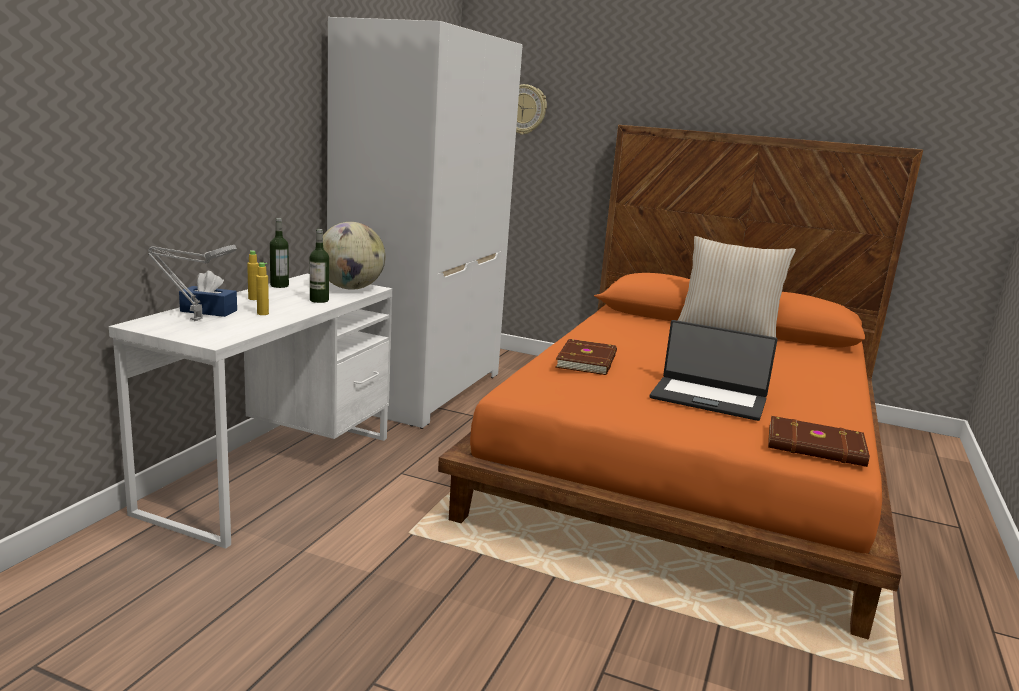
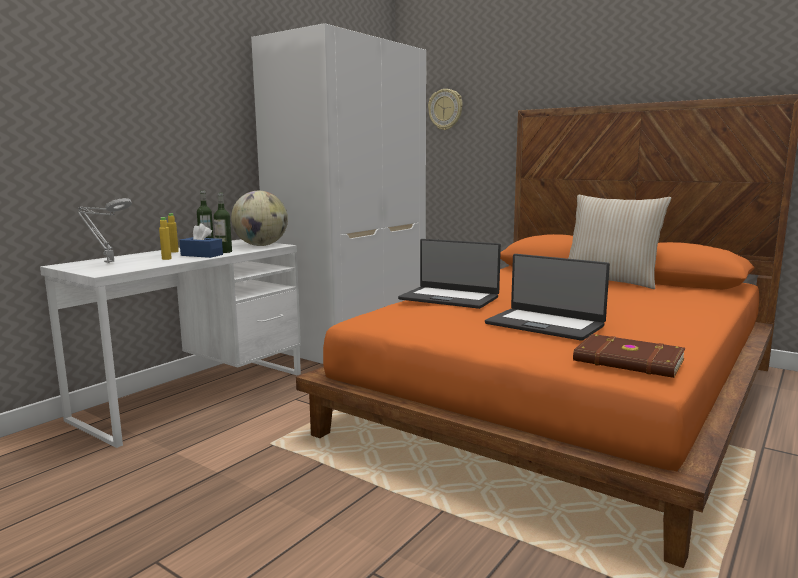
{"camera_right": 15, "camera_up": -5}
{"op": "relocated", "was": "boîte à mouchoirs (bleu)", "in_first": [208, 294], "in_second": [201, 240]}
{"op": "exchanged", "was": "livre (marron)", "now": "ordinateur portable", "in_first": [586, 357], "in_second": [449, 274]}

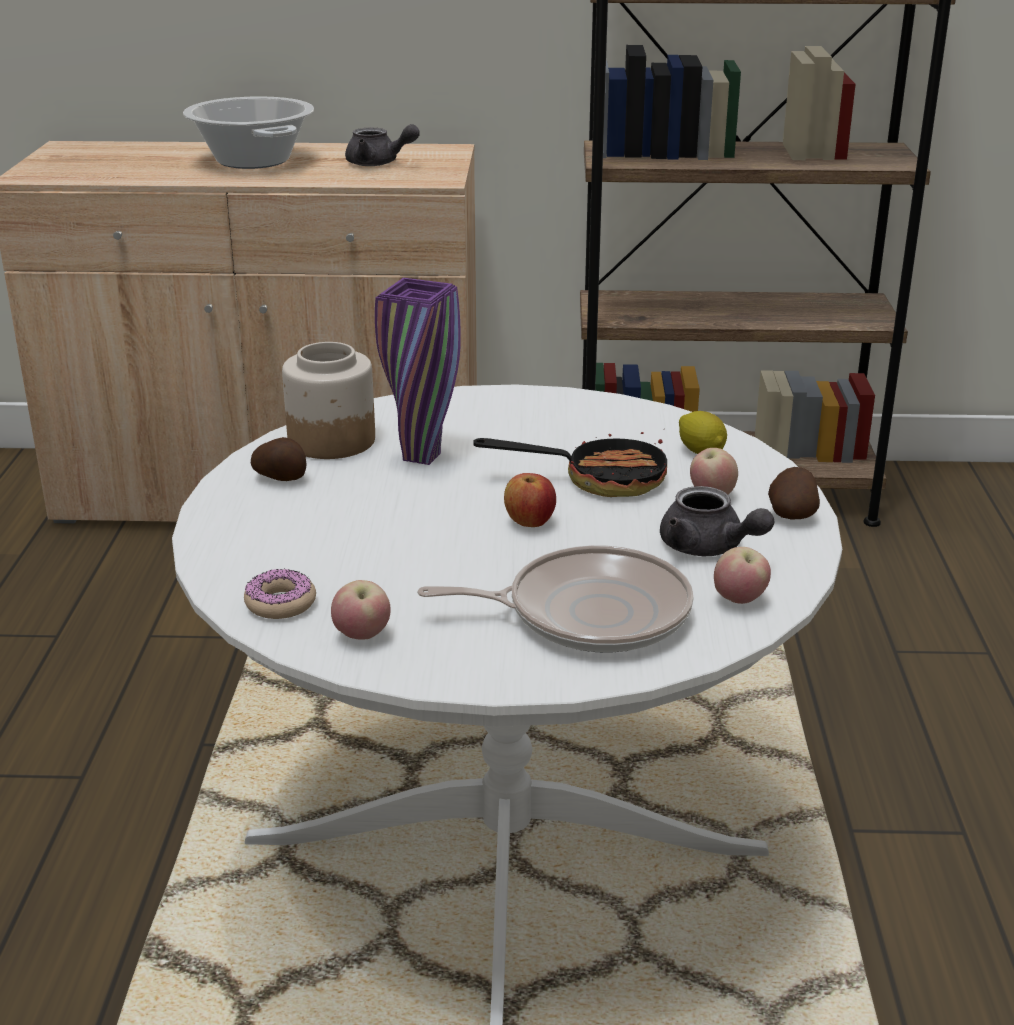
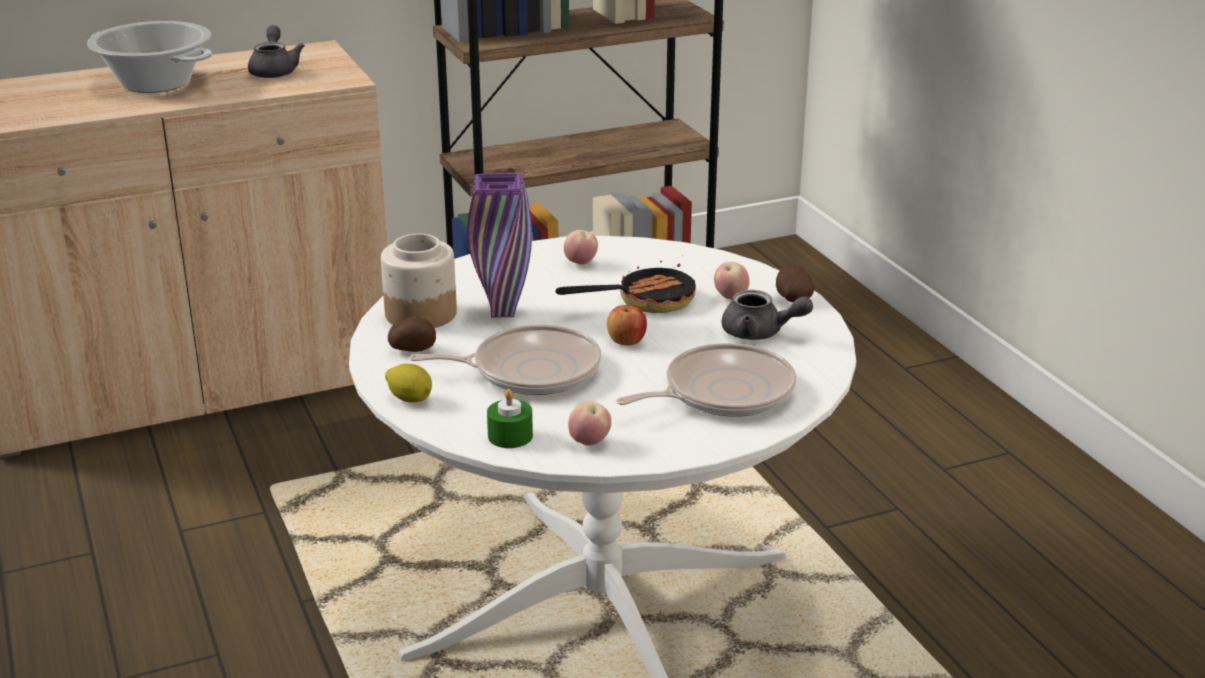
{"camera_right": -25, "camera_up": 0}
{"op": "exchanged", "was": "beignet", "now": "bougie (vert)", "in_first": [280, 594], "in_second": [510, 418]}
{"op": "spun", "was": "théière (gris)", "in_first": [382, 145], "in_second": [276, 51], "clockwise": -90}
{"op": "relocated", "was": "citron", "in_first": [703, 432], "in_second": [408, 383]}
{"op": "relocated", "was": "pomme", "in_first": [742, 575], "in_second": [581, 247]}
{"op": "appeared", "now": "poêle", "in_second": [505, 360]}

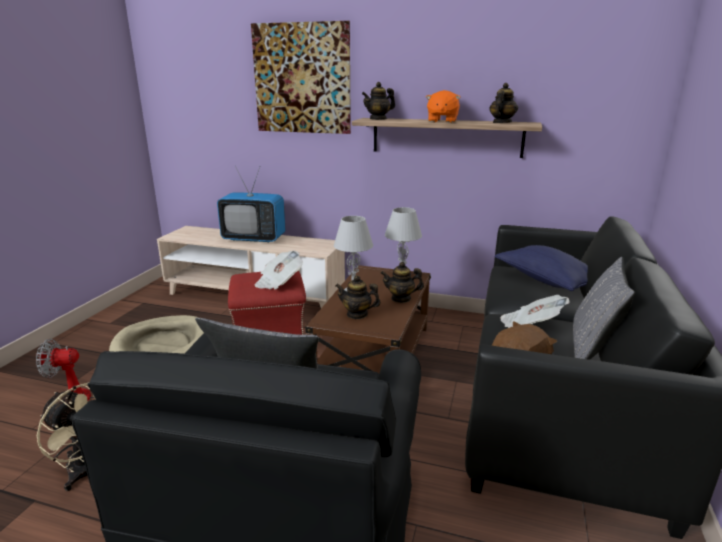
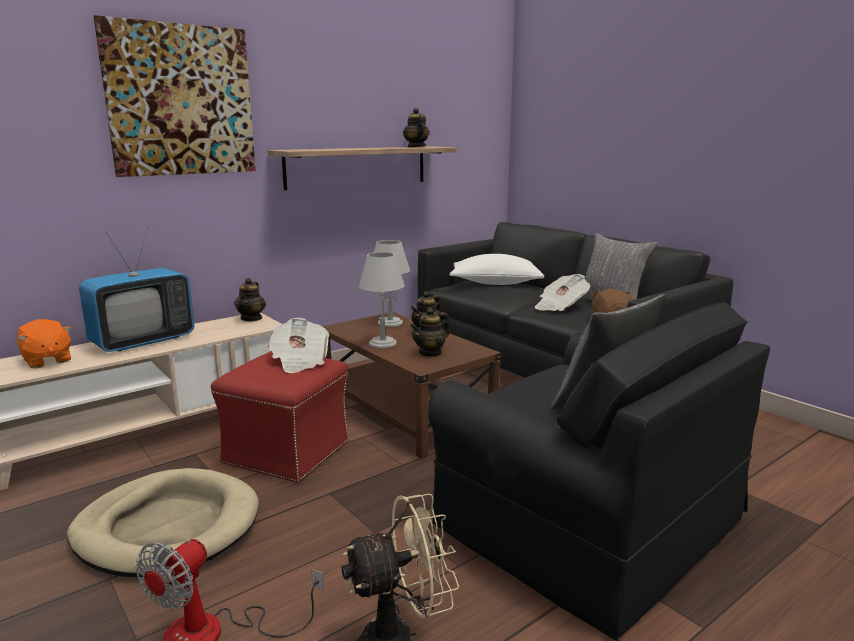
{"camera_right": -55, "camera_up": -5}
{"op": "relocated", "was": "théière", "in_first": [378, 101], "in_second": [250, 299]}
{"op": "relocated", "was": "peluche (orange)", "in_first": [443, 106], "in_second": [44, 343]}
{"op": "colour", "was": "coussin (bleu)", "now": "coussin (blanc)", "in_first": [541, 268], "in_second": [497, 269]}

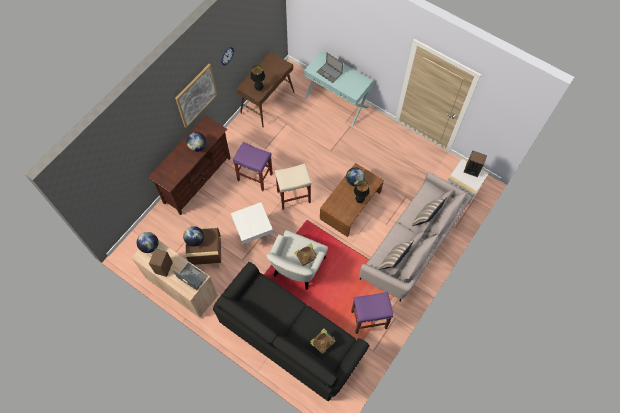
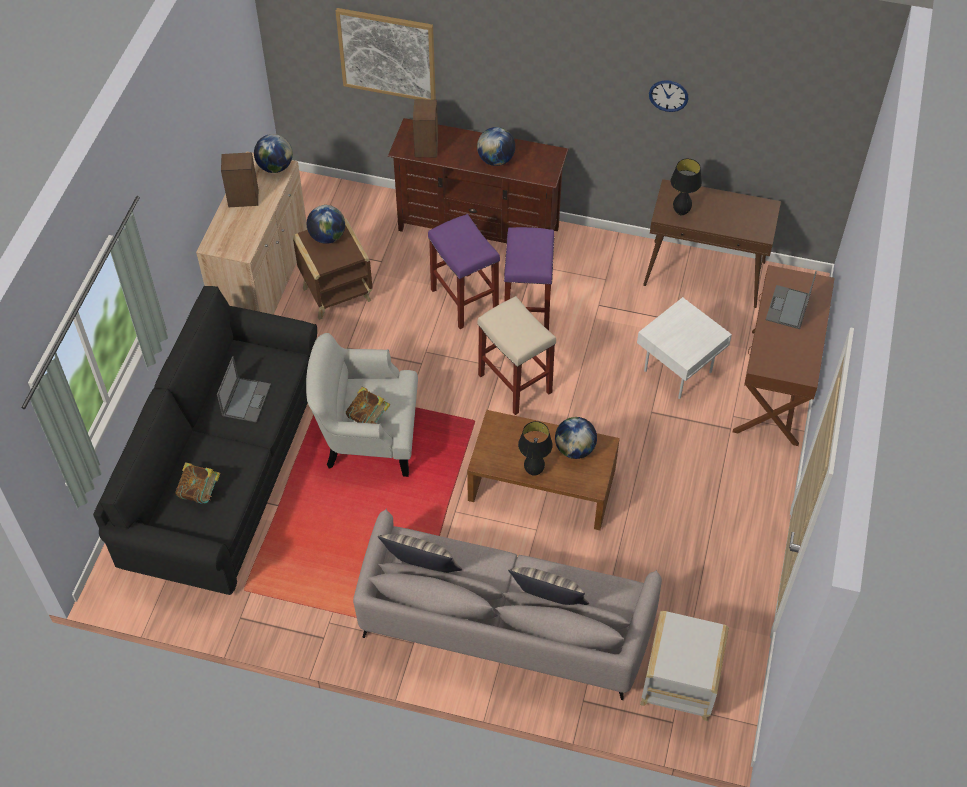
{"camera_right": 70, "camera_up": -10}
{"op": "relocated", "was": "ordinateur portable", "in_first": [191, 276], "in_second": [244, 389]}
{"op": "relocated", "was": "tableau", "in_first": [196, 96], "in_second": [386, 54]}
{"op": "relocated", "was": "table d'appoint (blanc)", "in_first": [252, 225], "in_second": [684, 348]}
{"op": "colour", "was": "table console (turquoise)", "now": "table console (marron)", "in_first": [338, 88], "in_second": [784, 355]}
{"op": "relocated", "was": "tabouret (violet)", "in_first": [372, 313], "in_second": [464, 271]}
{"op": "relocated", "was": "enceinte", "in_first": [475, 164], "in_second": [425, 128]}

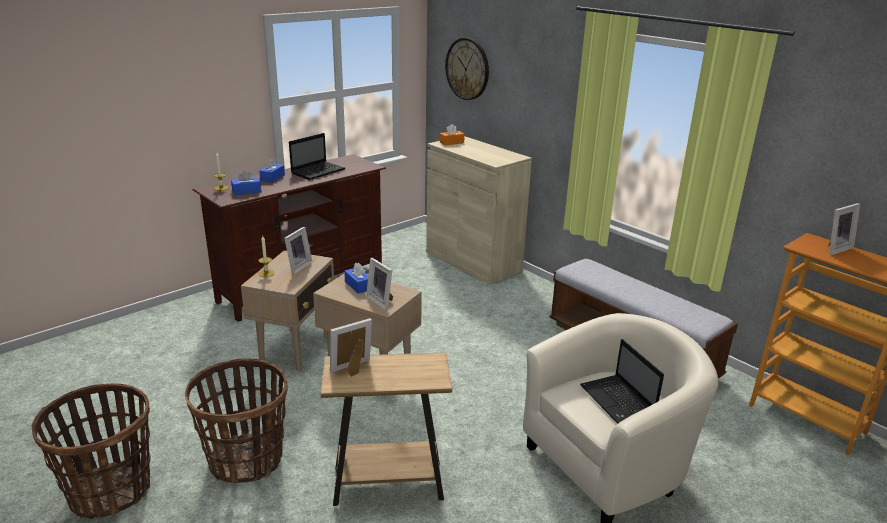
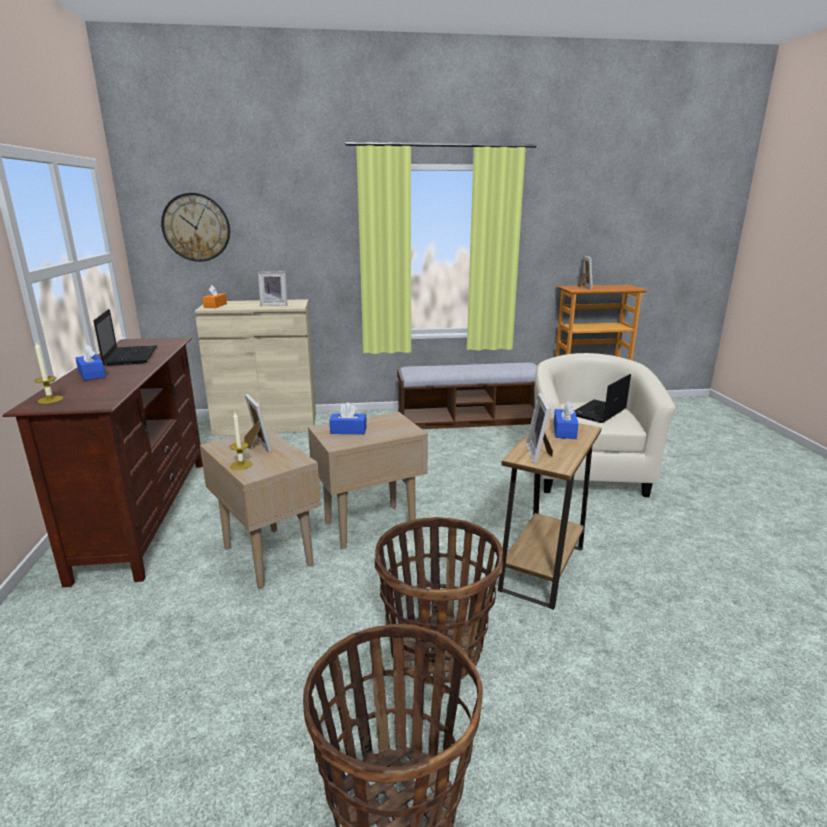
{"camera_right": -55, "camera_up": -5}
{"op": "relocated", "was": "boîte à mouchoirs (bleu)", "in_first": [246, 182], "in_second": [566, 420]}
{"op": "relocated", "was": "cadre photo", "in_first": [379, 284], "in_second": [272, 289]}
{"op": "spun", "was": "ordinateur portable", "in_first": [622, 381], "in_second": [603, 398], "clockwise": 120}

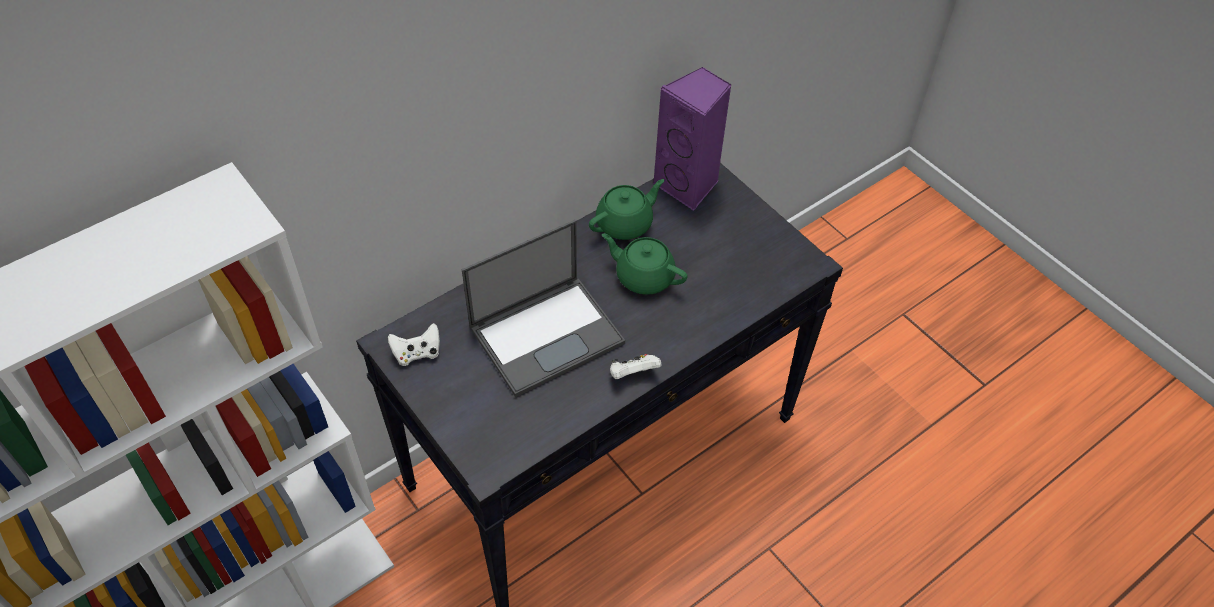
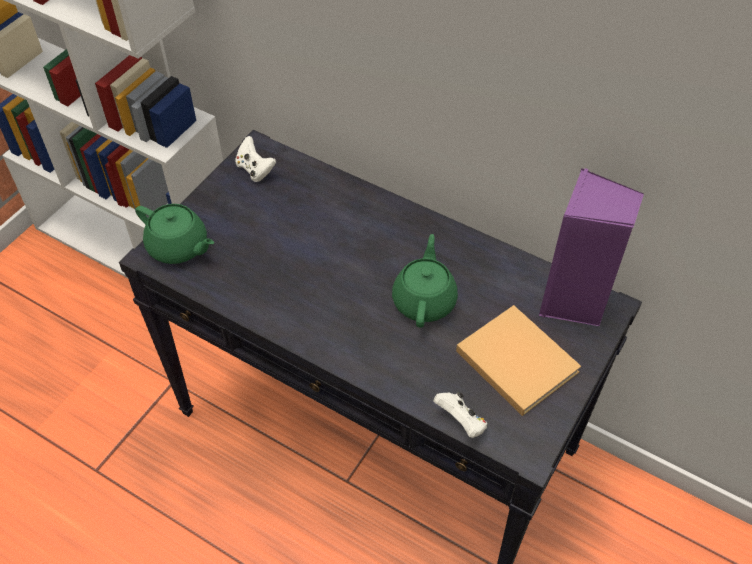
{"camera_right": 70, "camera_up": 0}
{"op": "missing", "was": "ordinateur portable", "in_first": [543, 308]}
{"op": "relocated", "was": "théière (vert)", "in_first": [627, 209], "in_second": [174, 234]}
{"op": "relocated", "was": "manette (blanc)", "in_first": [635, 366], "in_second": [460, 415]}
{"op": "appeared", "now": "livre (beige)", "in_second": [518, 360]}

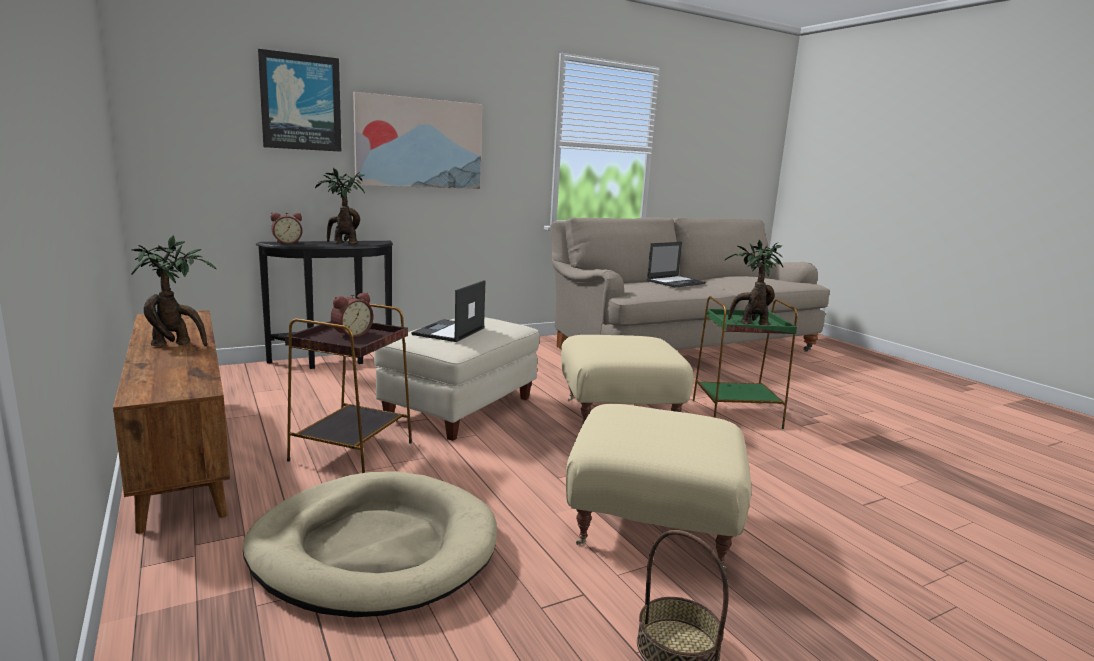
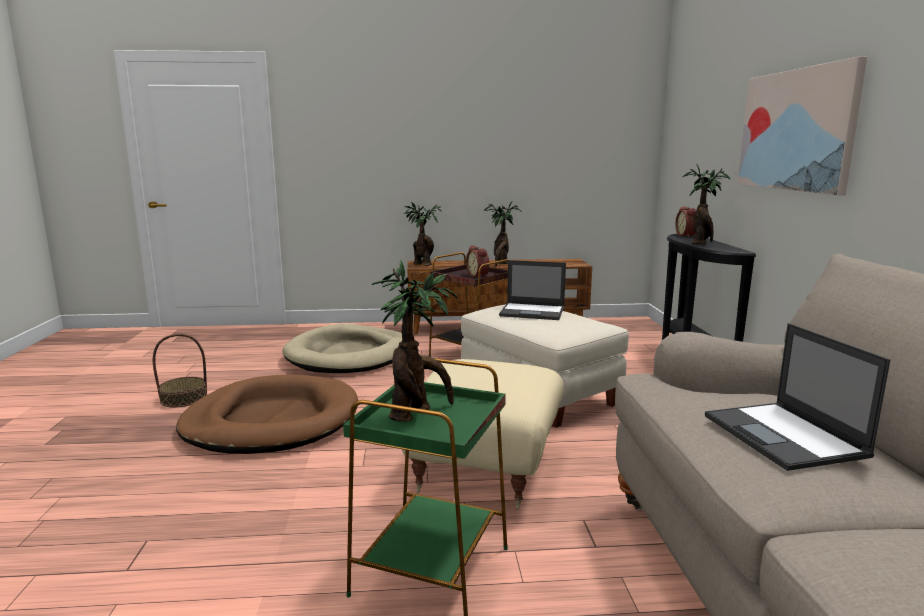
{"camera_right": 115, "camera_up": 0}
{"op": "missing", "was": "tableau", "in_first": [299, 100]}
{"op": "spun", "was": "ordinateur portable", "in_first": [448, 311], "in_second": [532, 290], "clockwise": 150}
{"op": "exchanged", "was": "pouf (beige)", "now": "panier pour chien (marron)", "in_first": [659, 487], "in_second": [267, 414]}
{"op": "appeared", "now": "plante en pot", "in_second": [422, 234]}

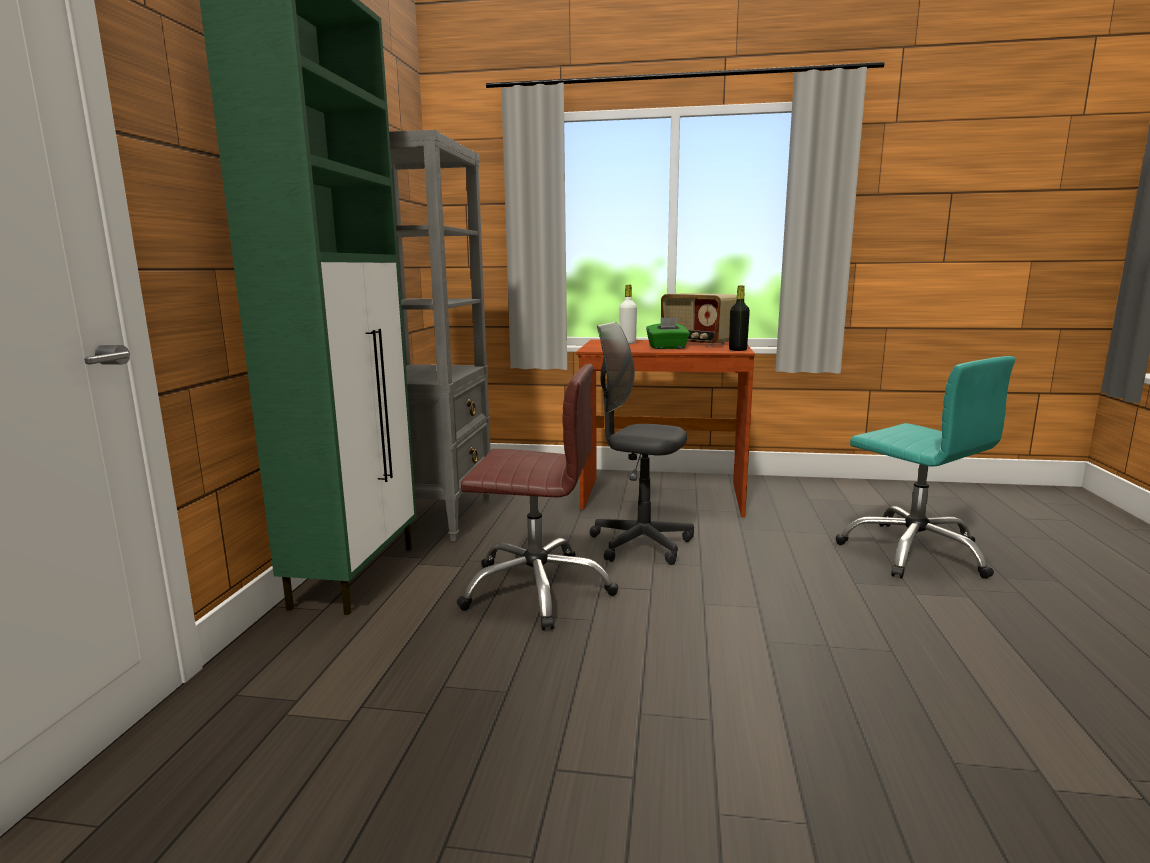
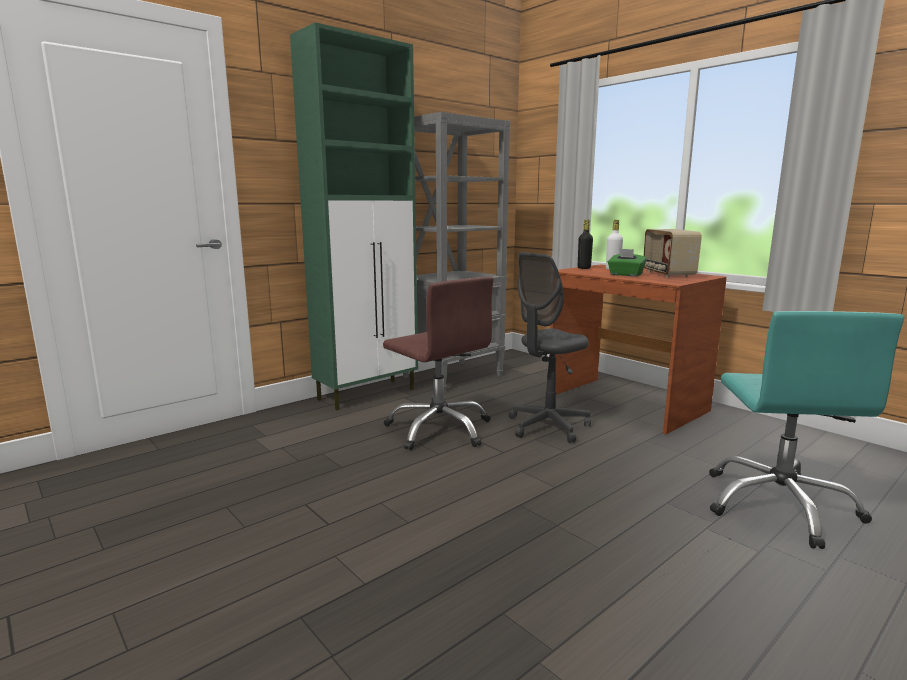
{"camera_right": 40, "camera_up": 0}
{"op": "spun", "was": "chaise de bureau (gris)", "in_first": [642, 443], "in_second": [550, 347], "clockwise": -105}
{"op": "relocated", "was": "bouteille (noir)", "in_first": [739, 318], "in_second": [585, 244]}

